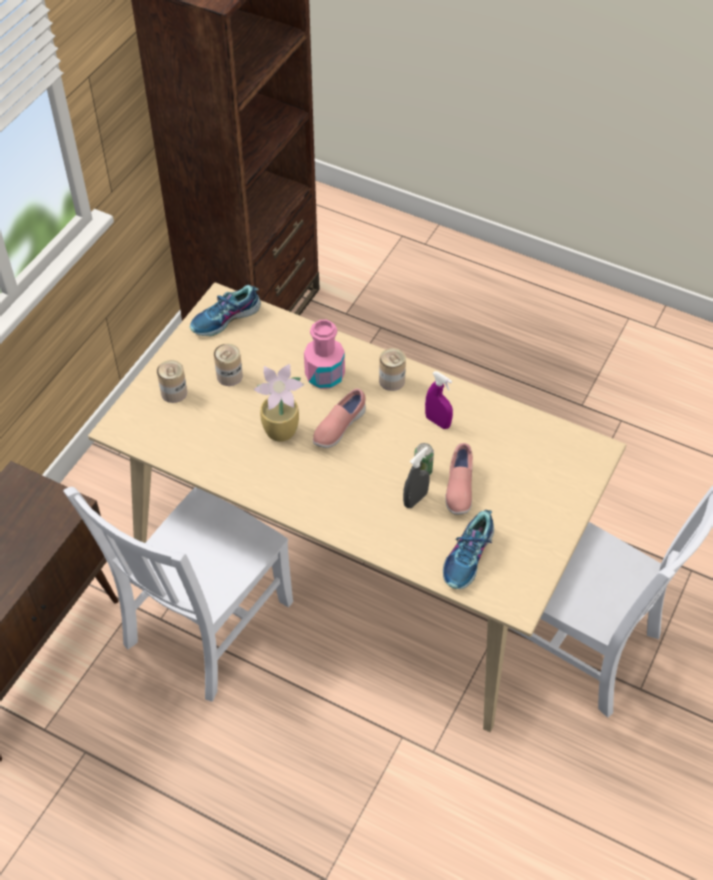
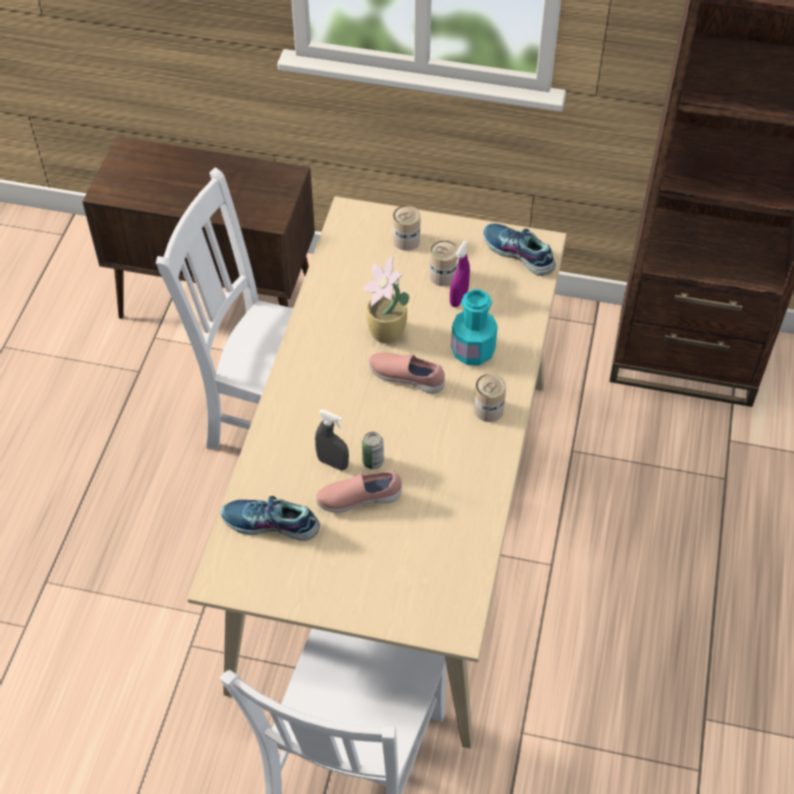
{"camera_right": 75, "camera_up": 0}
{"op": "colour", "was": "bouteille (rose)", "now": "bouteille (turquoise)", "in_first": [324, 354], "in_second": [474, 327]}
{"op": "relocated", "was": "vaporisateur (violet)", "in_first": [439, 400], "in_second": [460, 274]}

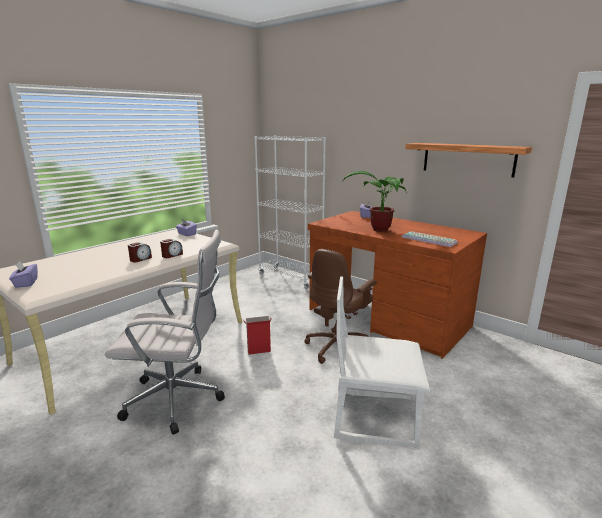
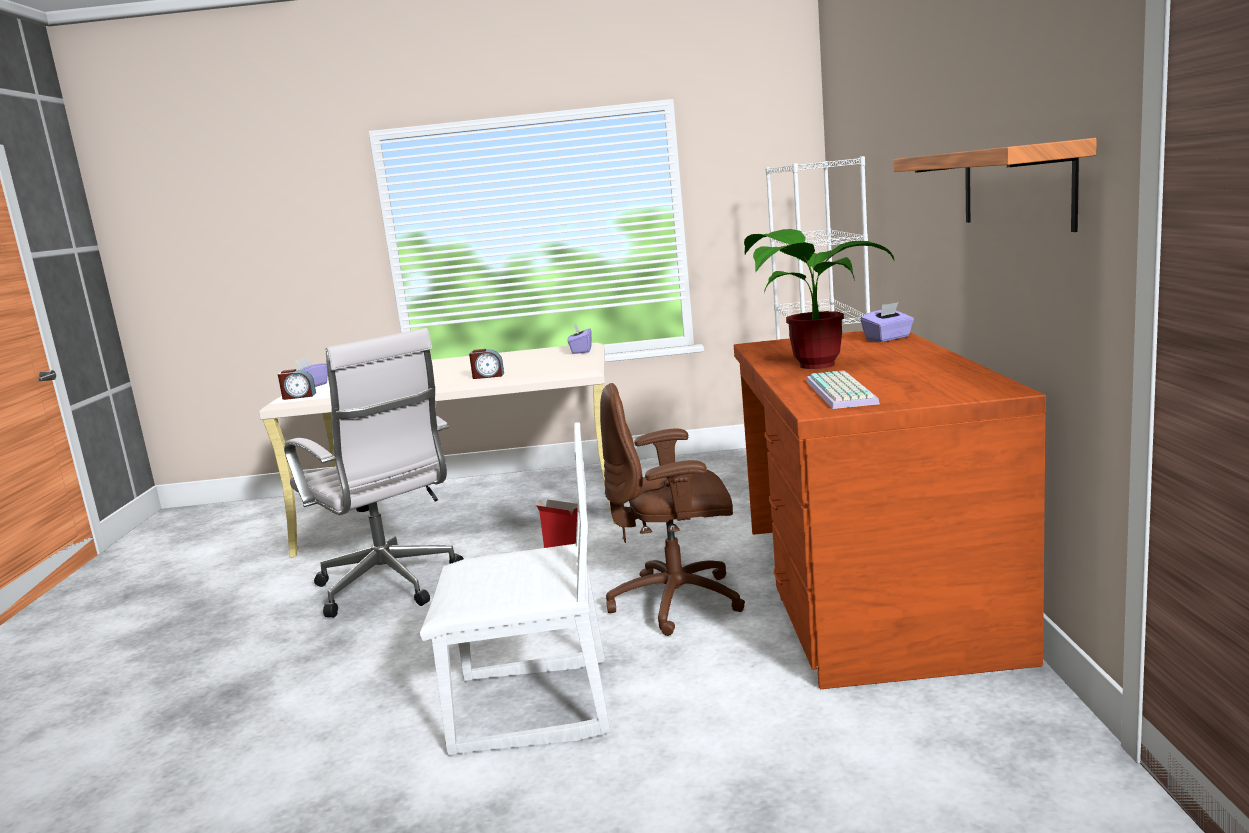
{"camera_right": 50, "camera_up": -5}
{"op": "relocated", "was": "réveil", "in_first": [140, 252], "in_second": [297, 384]}
{"op": "spun", "was": "chaise (blanc)", "in_first": [382, 362], "in_second": [514, 589], "clockwise": 120}

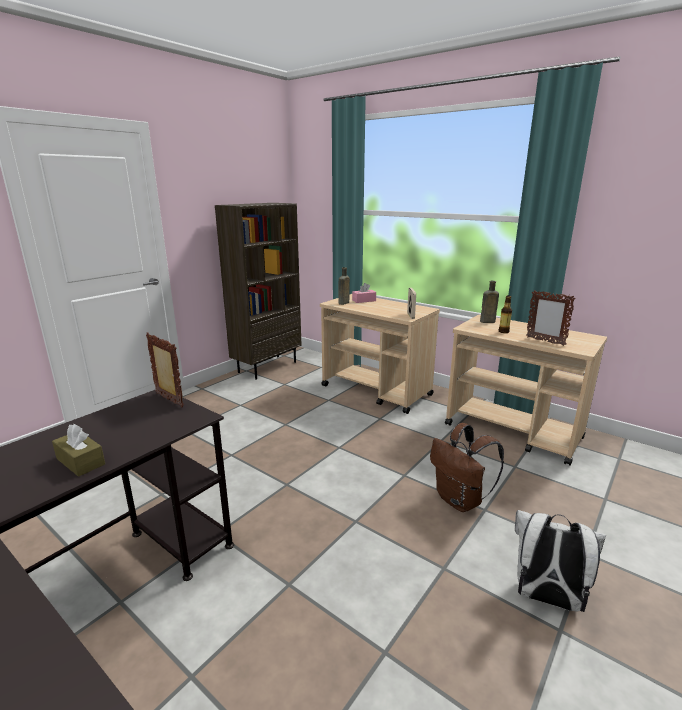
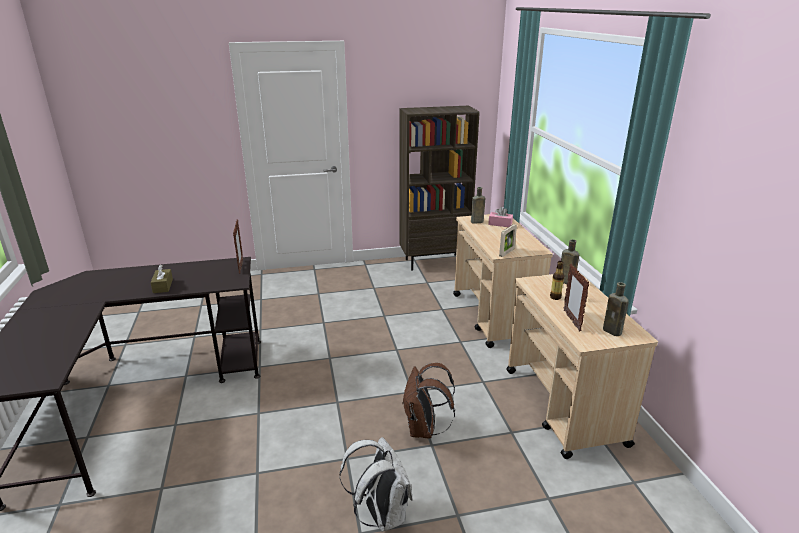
{"camera_right": 40, "camera_up": 5}
{"op": "appeared", "now": "bouteille (marron)", "in_second": [616, 309]}

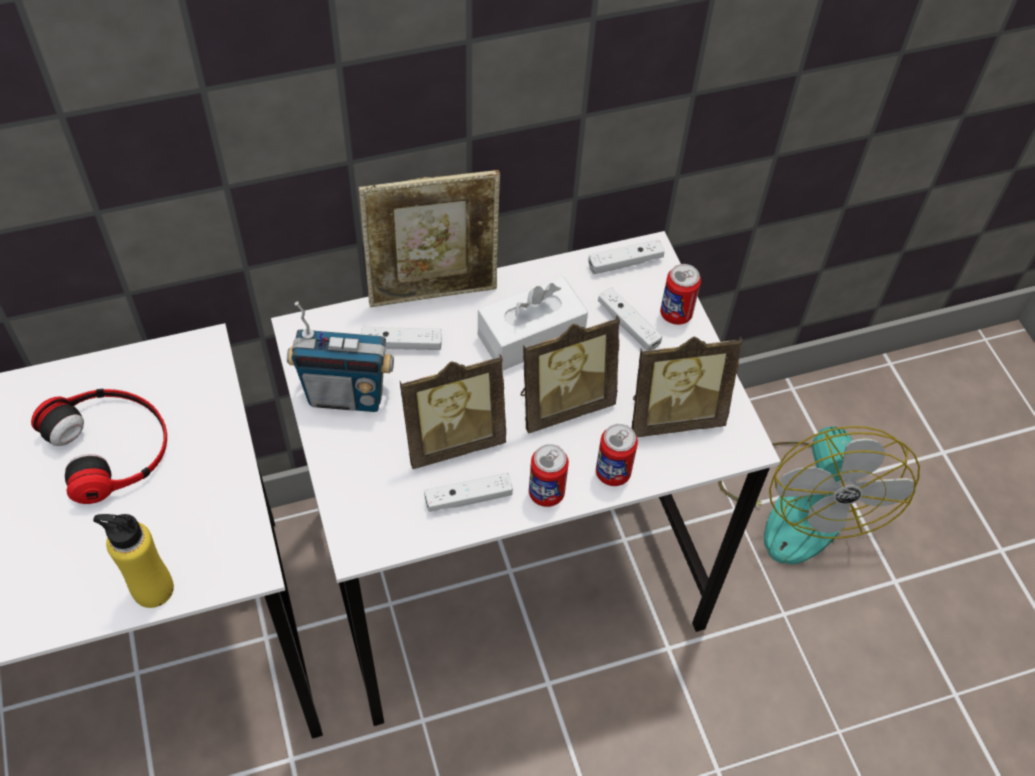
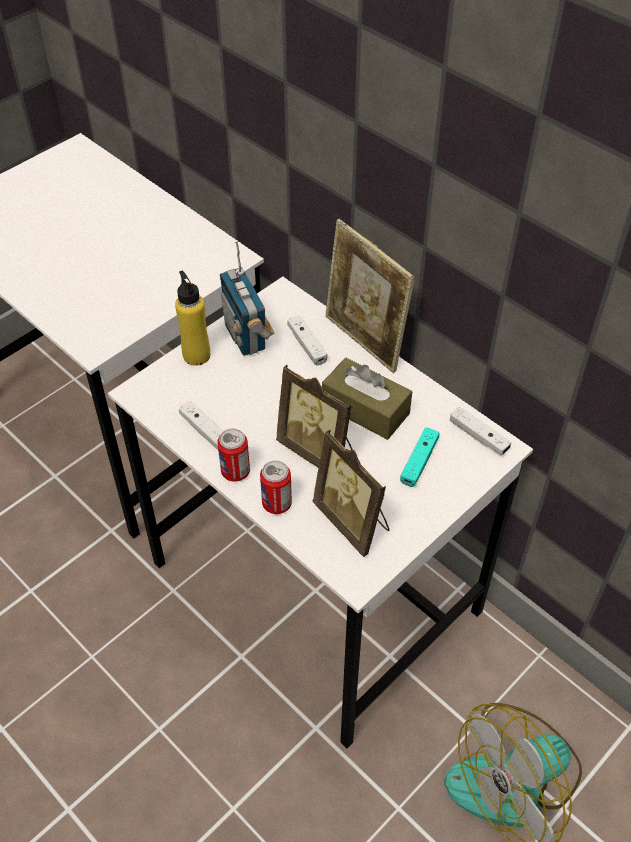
{"camera_right": 65, "camera_up": -5}
{"op": "missing", "was": "casque audio", "in_first": [99, 446]}
{"op": "relocated", "was": "bouteille (jaune)", "in_first": [133, 561], "in_second": [192, 318]}
{"op": "missing", "was": "cadre photo", "in_first": [452, 411]}
{"op": "colour", "was": "boîte à mouchoirs (blanc)", "now": "boîte à mouchoirs (marron)", "in_first": [533, 323], "in_second": [367, 399]}
{"op": "colour", "was": "manette (blanc)", "now": "manette (turquoise)", "in_first": [630, 319], "in_second": [419, 457]}
{"op": "missing", "was": "boîte métallique", "in_first": [680, 294]}

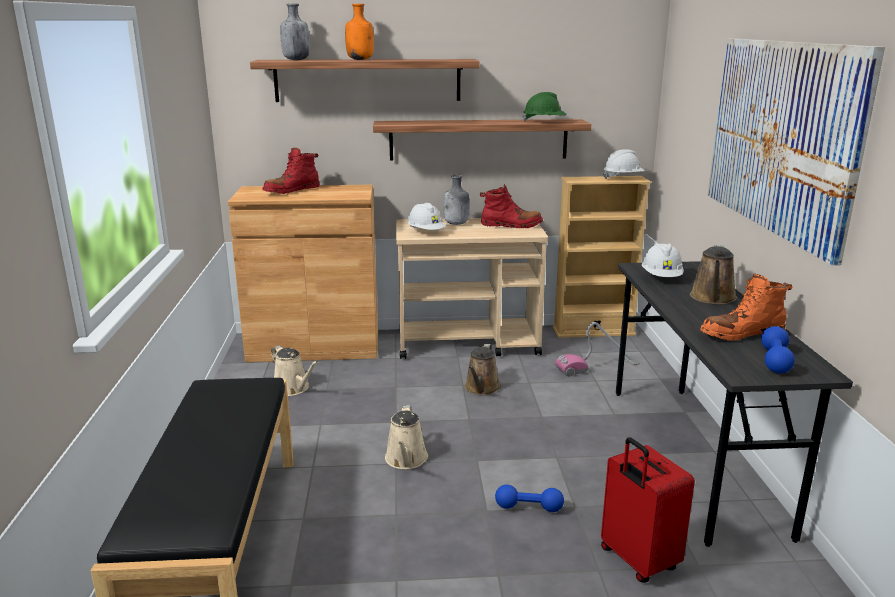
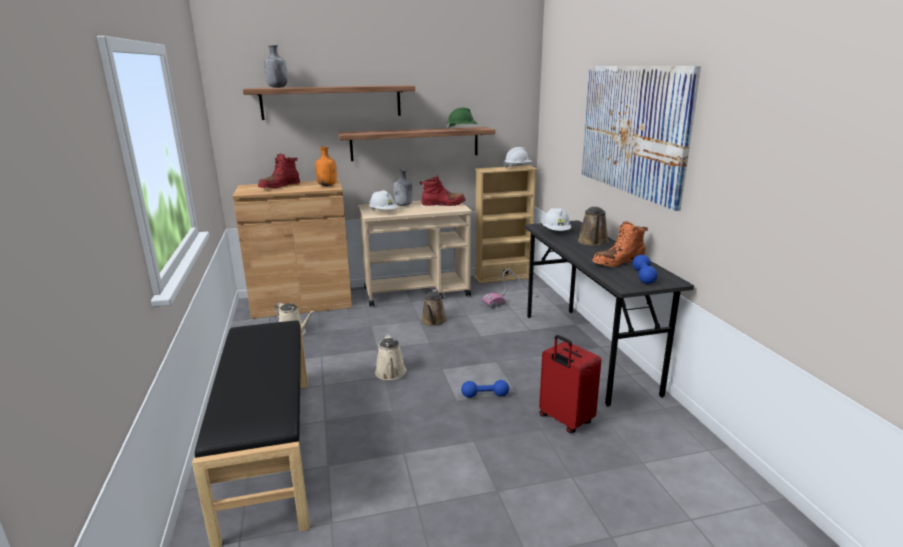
{"camera_right": -10, "camera_up": 0}
{"op": "relocated", "was": "bouteille (orange)", "in_first": [359, 32], "in_second": [326, 166]}

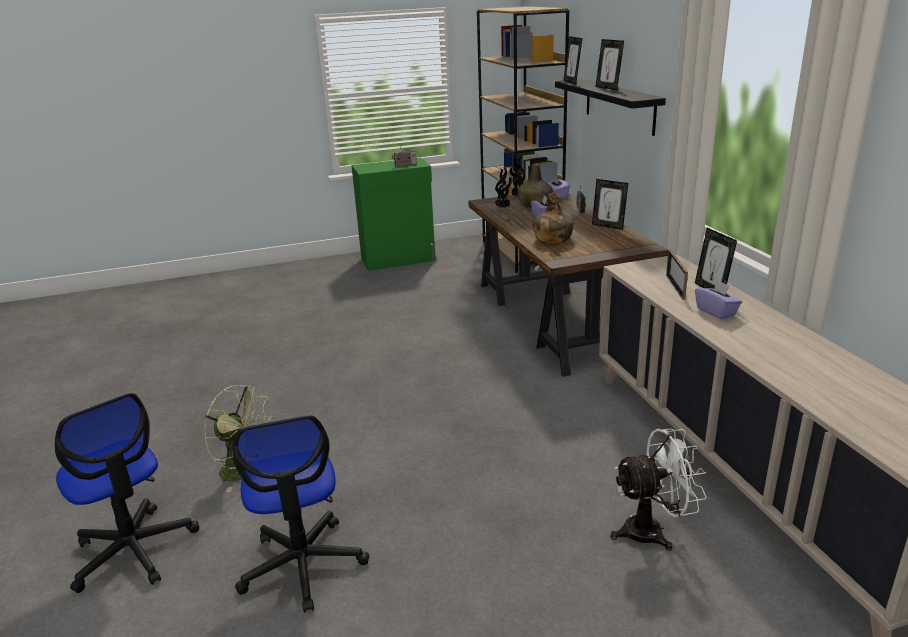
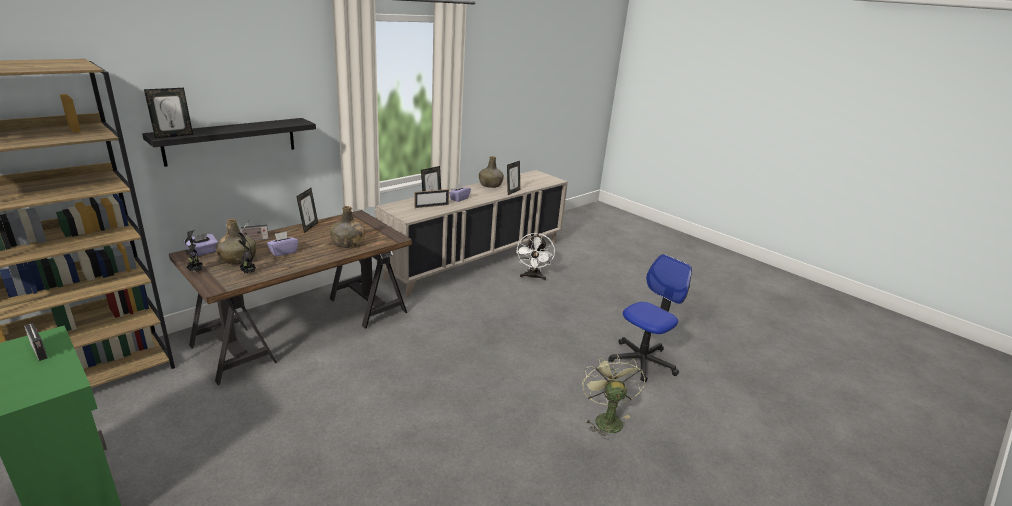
{"camera_right": -120, "camera_up": 0}
{"op": "missing", "was": "chaise de bureau", "in_first": [127, 493]}
{"op": "relocated", "was": "cadre photo", "in_first": [609, 64], "in_second": [513, 178]}
{"op": "spun", "was": "ventilateur (blanc)", "in_first": [658, 489], "in_second": [535, 256], "clockwise": -135}
{"op": "appeared", "now": "bouteille (vert)", "in_second": [491, 172]}

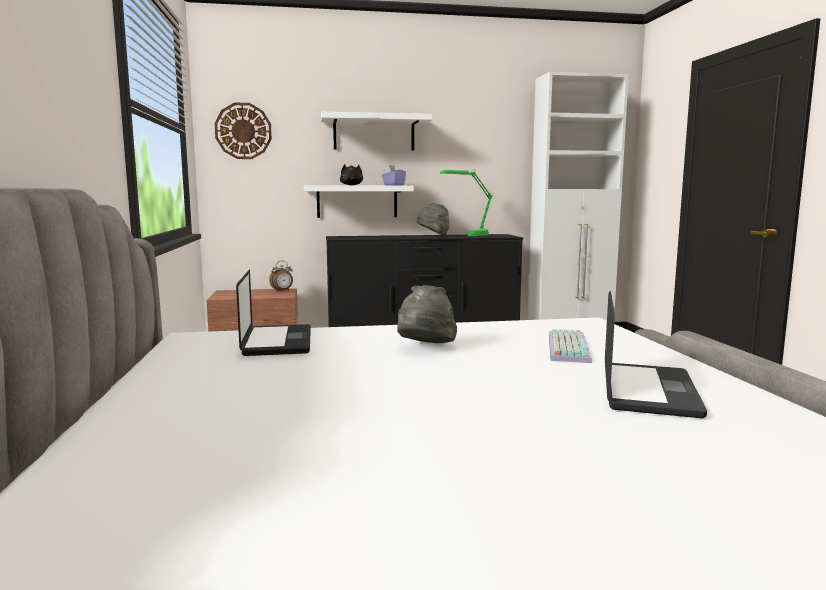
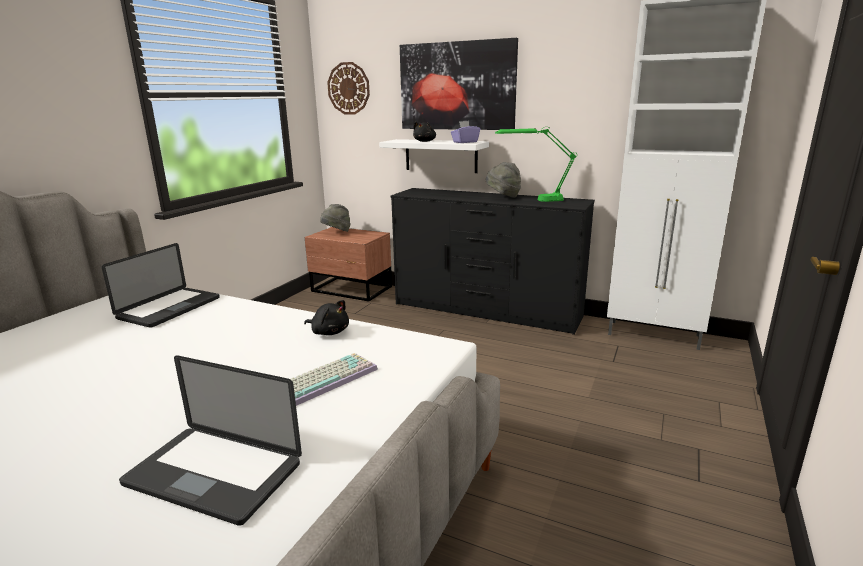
{"camera_right": 35, "camera_up": 10}
{"op": "missing", "was": "réveil", "in_first": [281, 276]}
{"op": "exchanged", "was": "étagère (blanc)", "now": "tableau", "in_first": [377, 131], "in_second": [459, 84]}
{"op": "relocated", "was": "chapeau (gris)", "in_first": [427, 314], "in_second": [335, 218]}
{"op": "spun", "was": "ordinateur portable", "in_first": [656, 354], "in_second": [210, 441], "clockwise": 60}
{"op": "appeared", "now": "peluche (noir)", "in_second": [326, 317]}

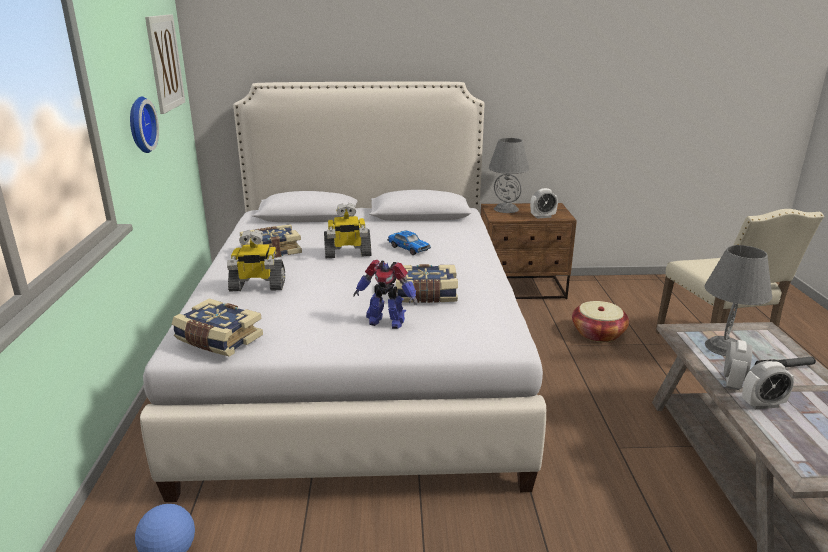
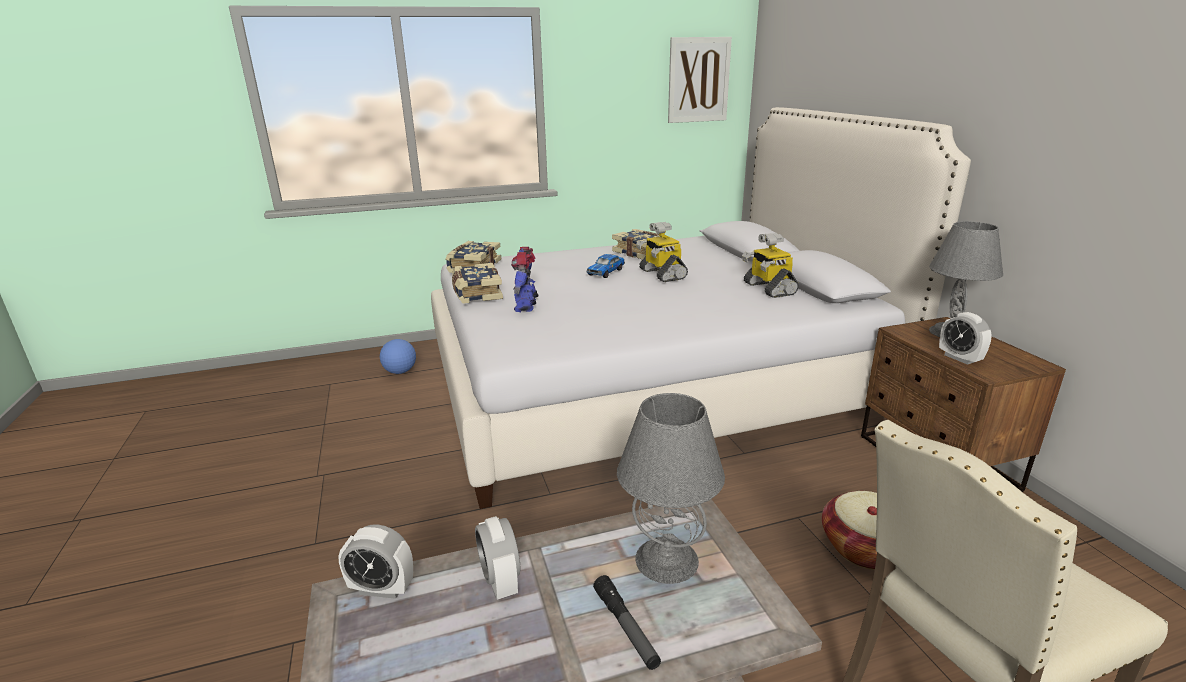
{"camera_right": 75, "camera_up": 0}
{"op": "missing", "was": "horloge murale", "in_first": [144, 125]}
{"op": "relocated", "was": "robot jouet", "in_first": [256, 260], "in_second": [770, 265]}
{"op": "relocated", "was": "petite voiture", "in_first": [409, 243], "in_second": [605, 266]}
{"op": "relocated", "was": "livre", "in_first": [427, 283], "in_second": [477, 283]}
{"op": "relocated", "was": "réveil", "in_first": [738, 365], "in_second": [375, 562]}

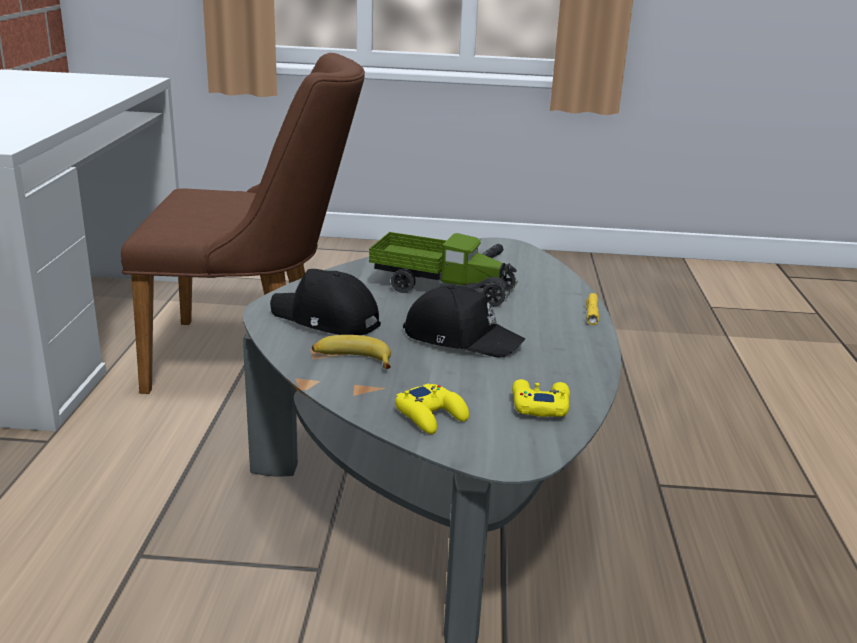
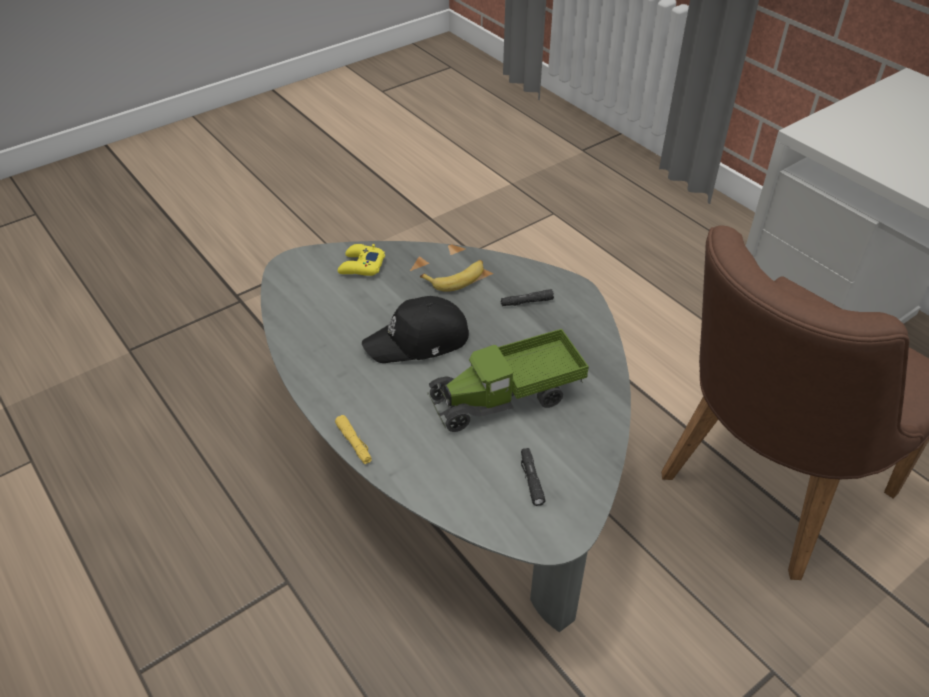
{"camera_right": 140, "camera_up": 20}
{"op": "exchanged", "was": "casquette (noir)", "now": "lampe de poche (noir)", "in_first": [325, 302], "in_second": [527, 297]}
{"op": "missing", "was": "manette (jaune)", "in_first": [541, 398]}

